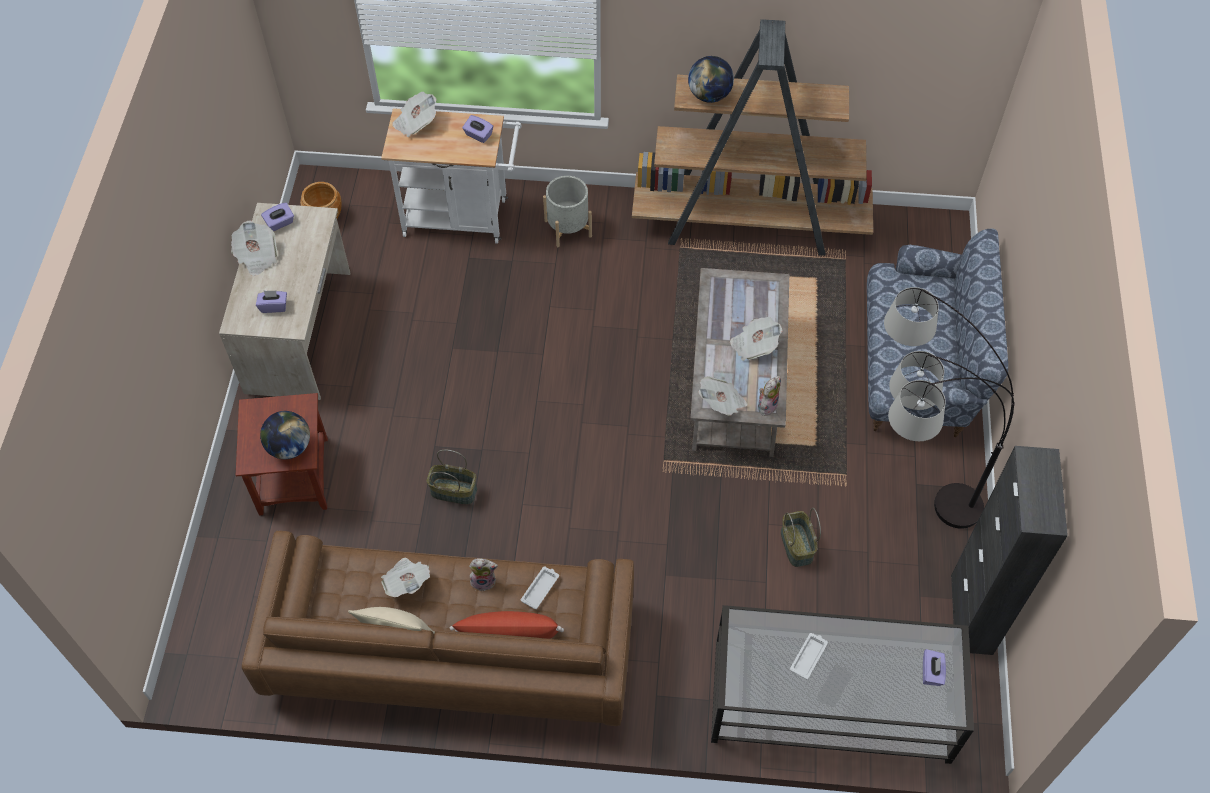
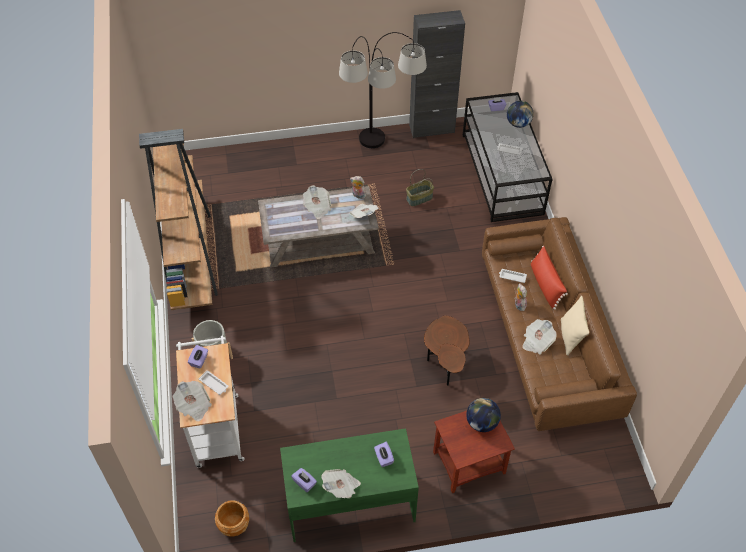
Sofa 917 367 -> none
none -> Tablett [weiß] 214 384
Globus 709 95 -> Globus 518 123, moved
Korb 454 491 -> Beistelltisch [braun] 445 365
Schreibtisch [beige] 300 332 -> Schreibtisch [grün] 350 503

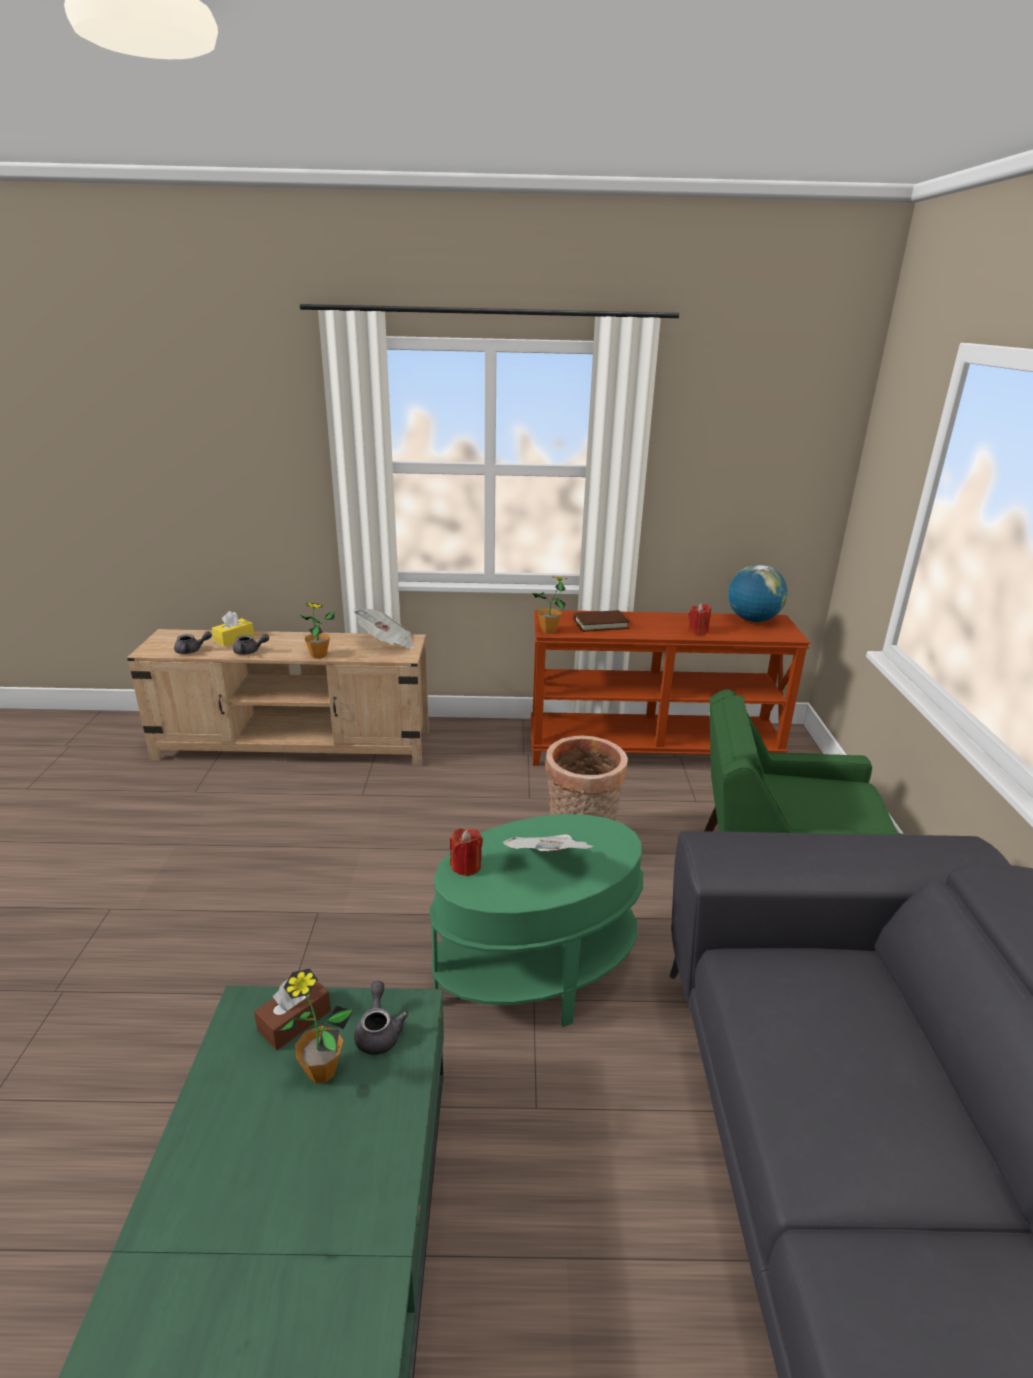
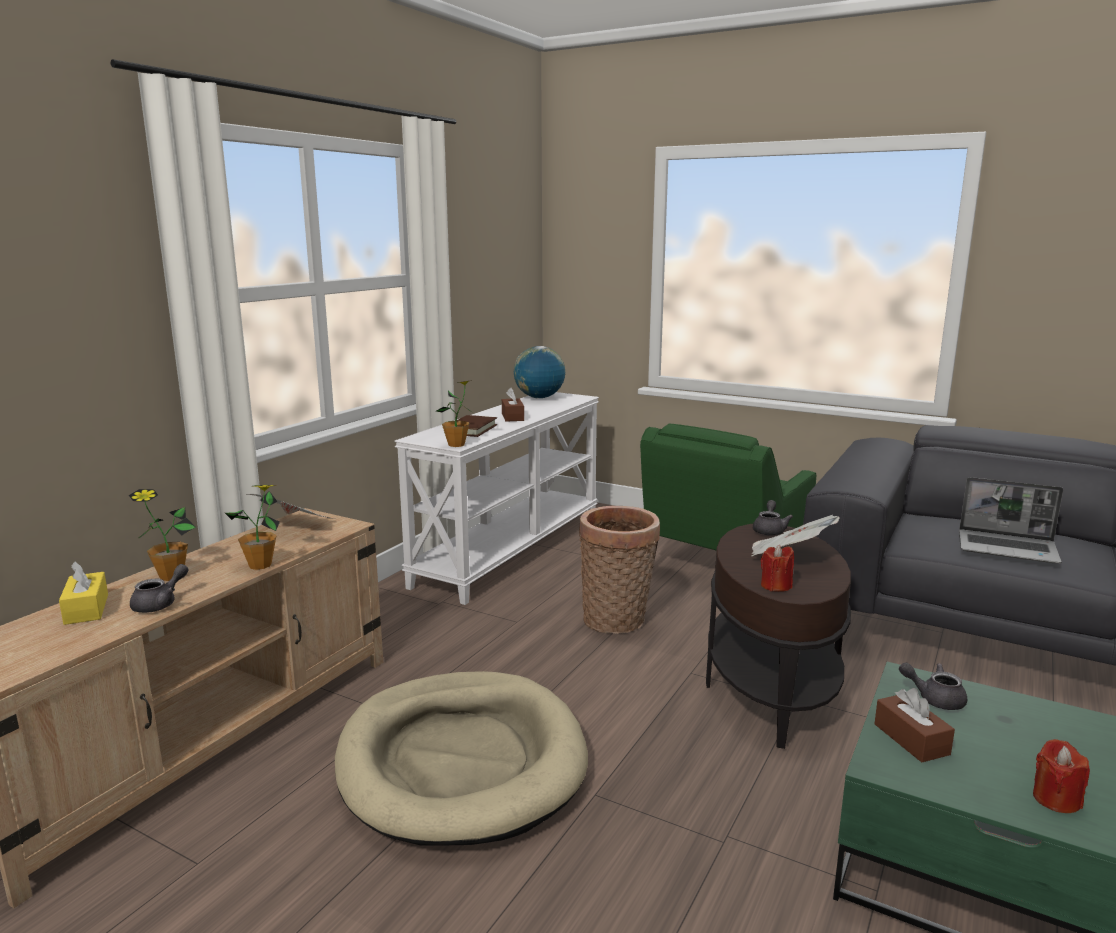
none -> Hundebett [beige] 461 761
none -> Taschentuchbox [braun] 512 417
none -> Laptop 1008 548
Teekanne [grau] 192 651 -> Teekanne [grau] 769 530, moved
Topfpflanze 322 1071 -> Topfpflanze 171 576, moved
Kerze [rot] 697 631 -> Kerze [rot] 1056 799, moved
Beistelltisch [grün] 536 975 -> Beistelltisch [braun] 770 688
Konsolentisch [braun] 652 750 -> Konsolentisch [weiß] 509 549

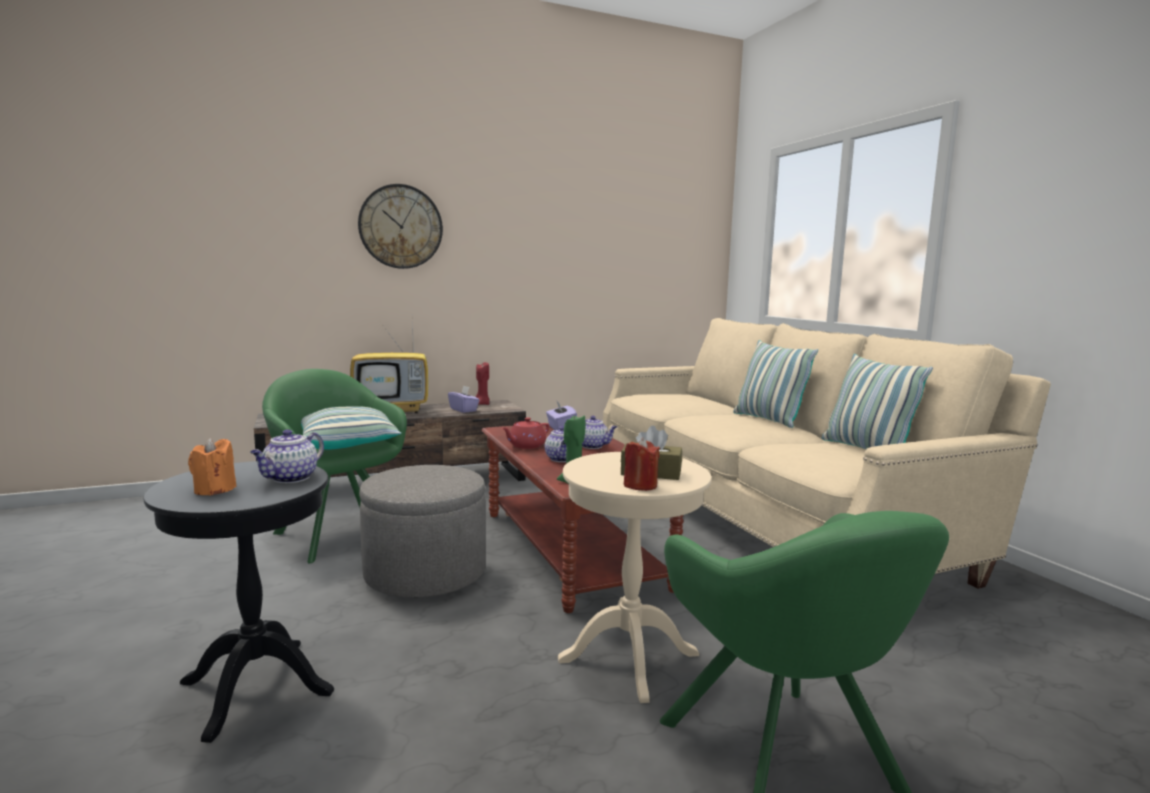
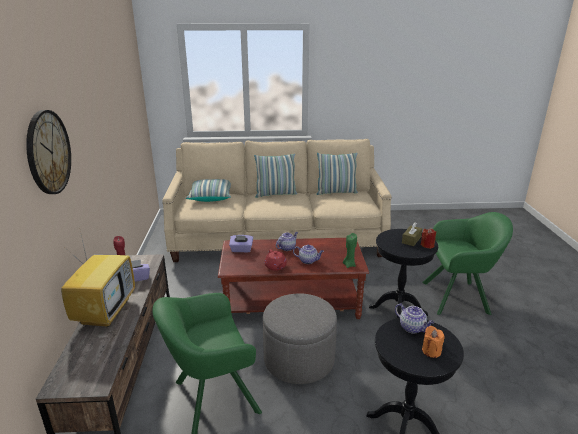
Kissen 349 444 -> Kissen 210 197, moved
Beistelltisch [beige] 628 657 -> Beistelltisch [schwarz] 398 311

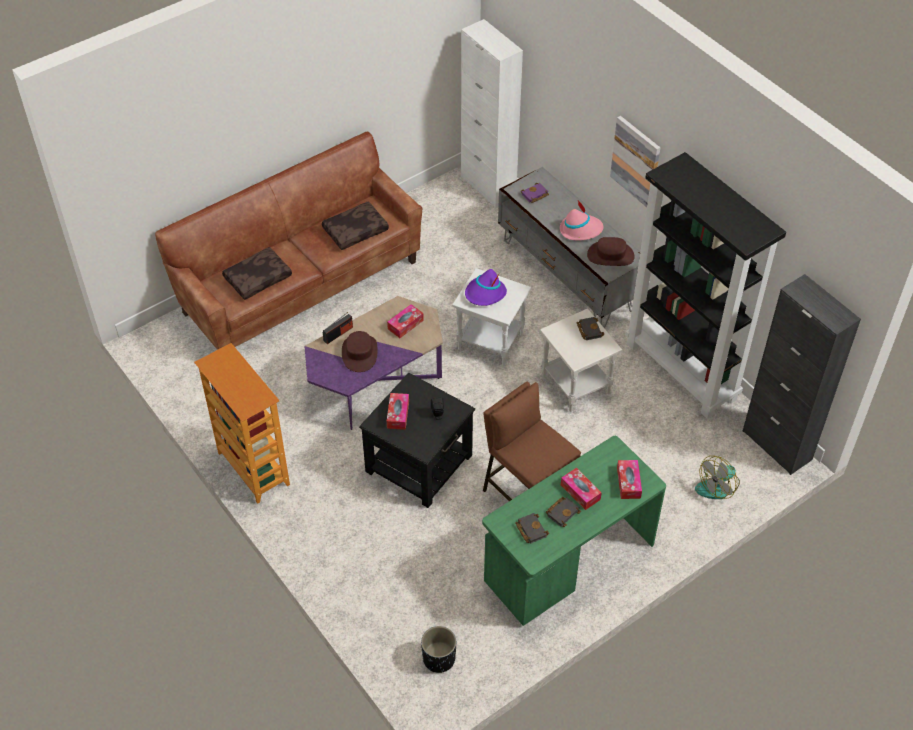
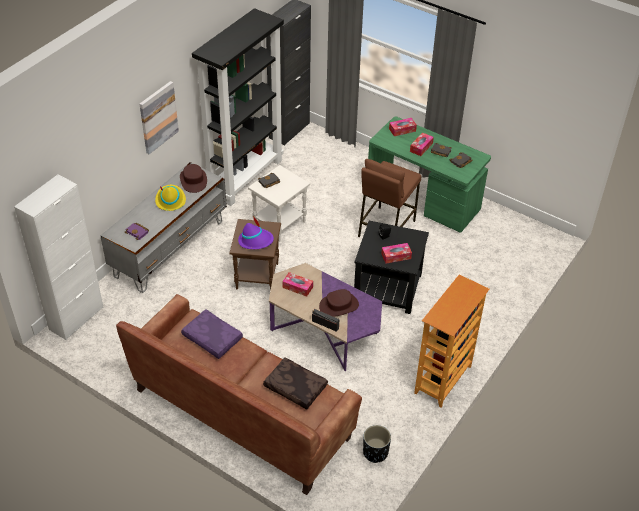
Ventilator 718 486 -> none
Pflanzkübel [schwarz] 439 659 -> Pflanzkübel [schwarz] 375 452, moved
Kissen [braun] 355 230 -> Kissen [lila] 211 338
Beistelltisch [weiß] 491 341 -> Beistelltisch [braun] 256 276
Hut [rosa] 580 230 -> Hut [gelb] 170 200

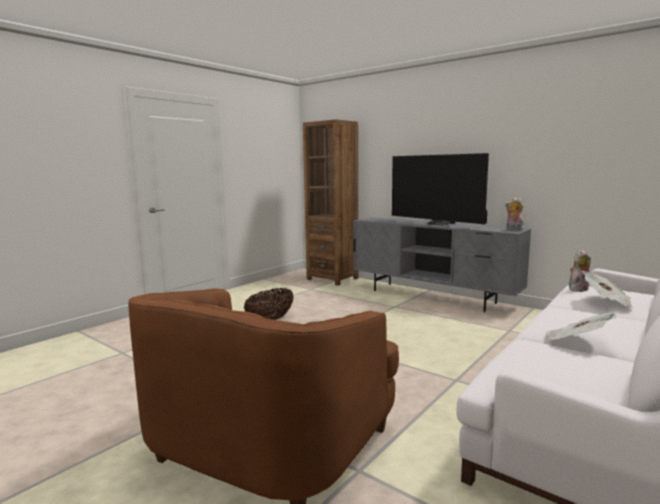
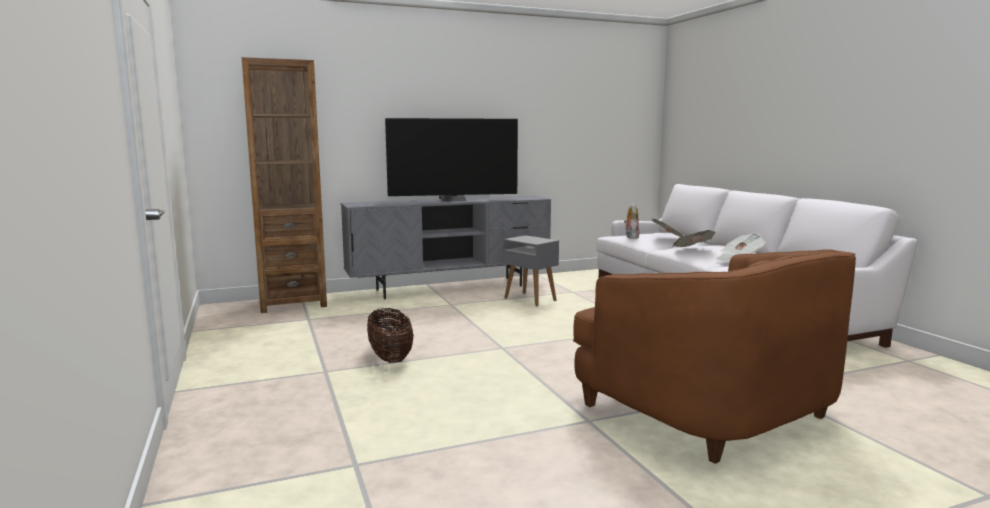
Plüschtier 513 229 -> none
none -> Beistelltisch [grau] 529 299
none -> Zeitung 692 250

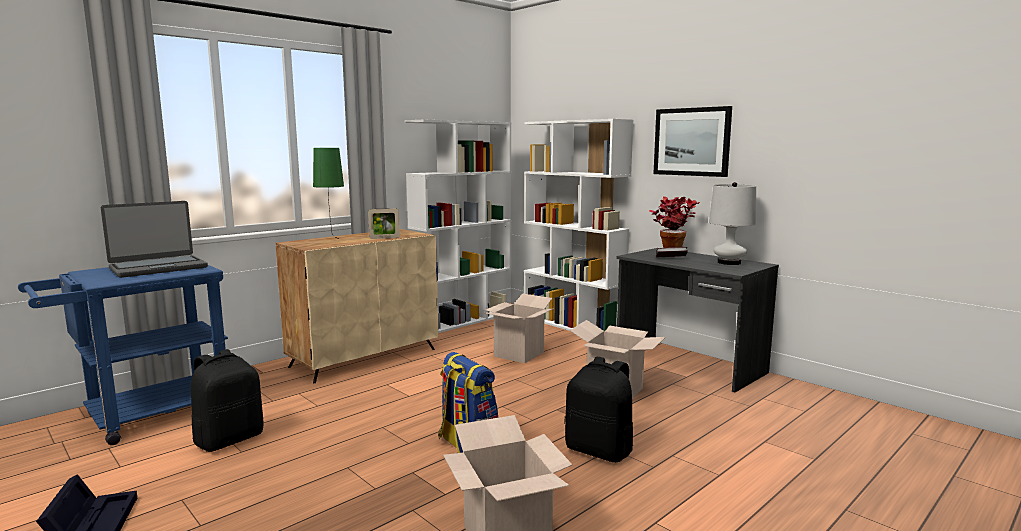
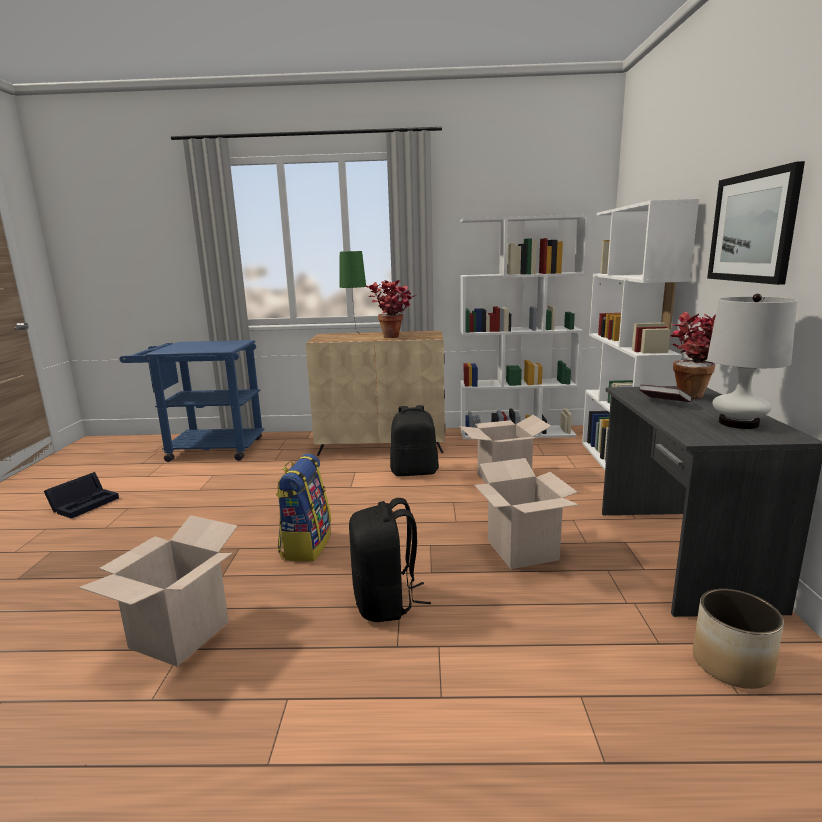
Laptop 158 268 -> none
none -> Pflanzkübel 732 664
Rucksack [schwarz] 229 439 -> Rucksack [schwarz] 414 472, moved
Bilderrahmen 384 238 -> Topfpflanze 393 338

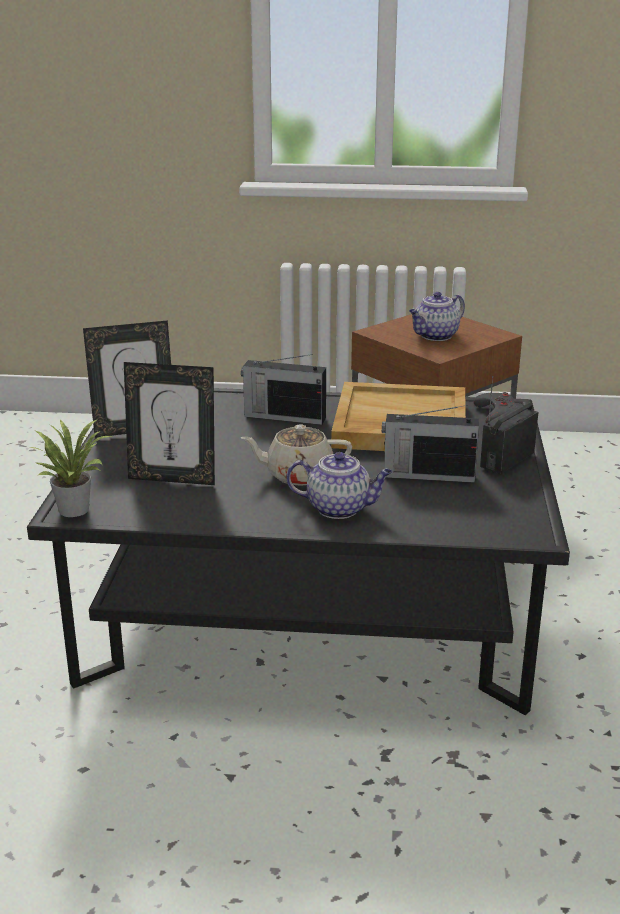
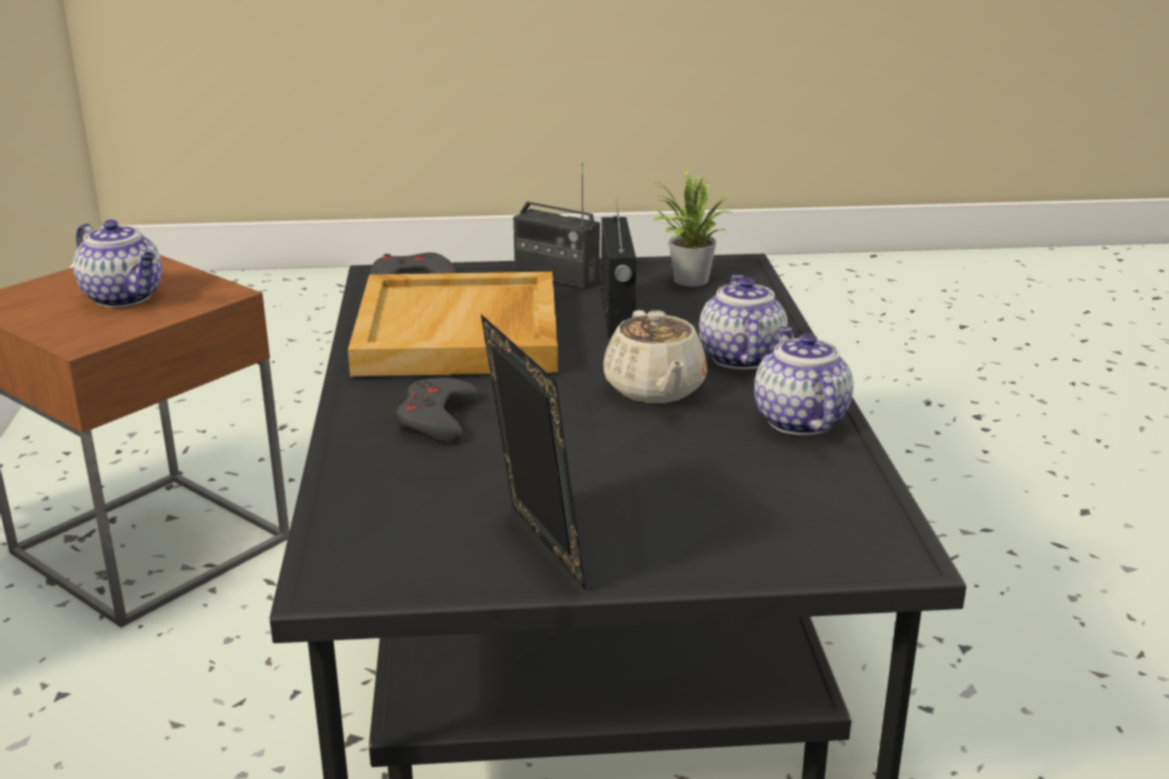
Bilderrahmen 173 478 -> none
none -> Teekanne 798 420
Topfpflanze 74 508 -> Topfpflanze 686 280, moved
Radio 283 417 -> Gamepad [grau] 437 419

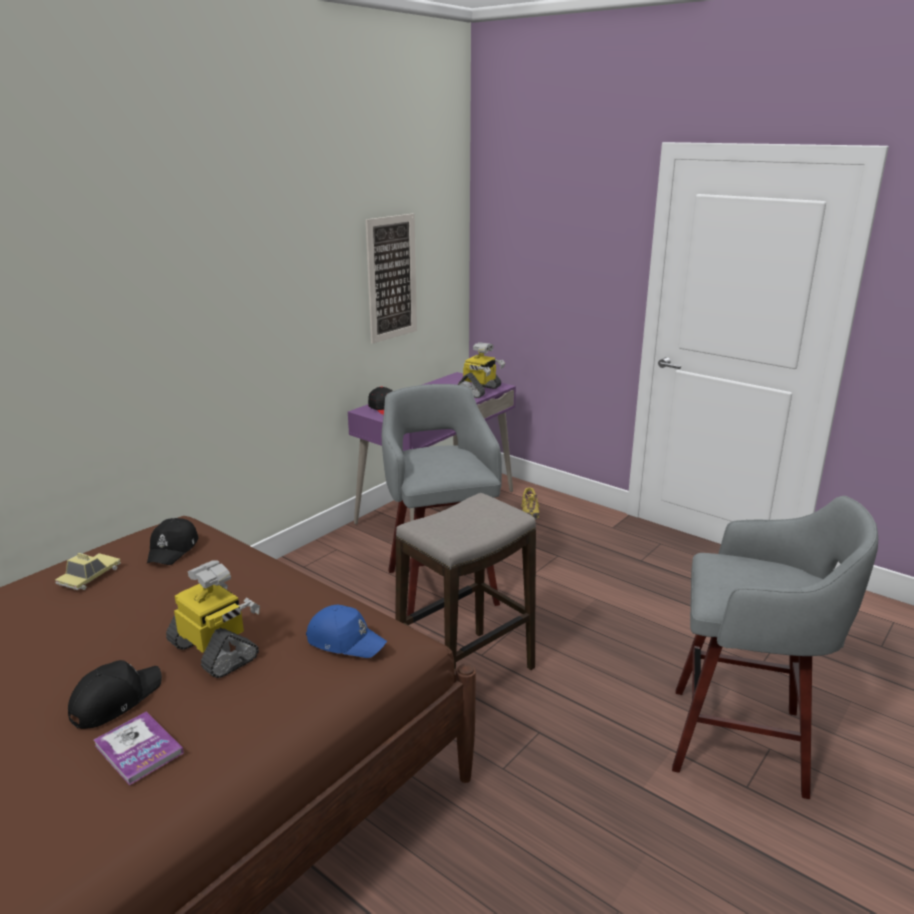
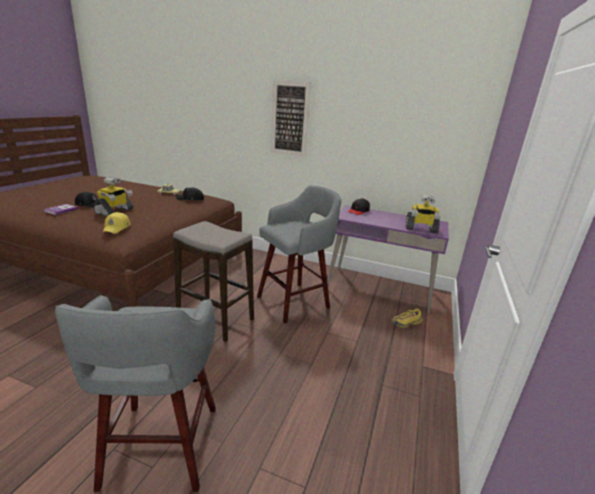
Bild 391 278 -> Bild 289 119, moved
Kappe [blau] 345 640 -> Kappe [gelb] 117 228

